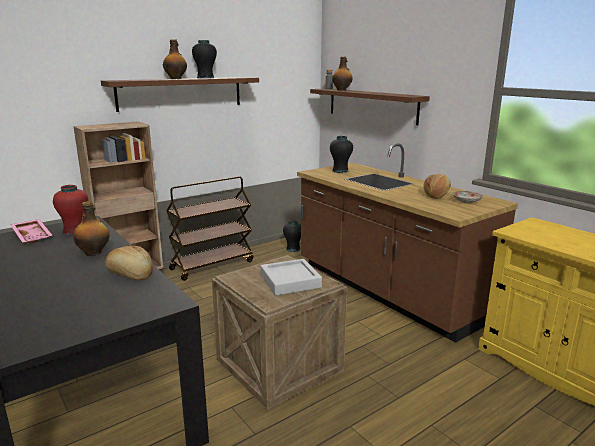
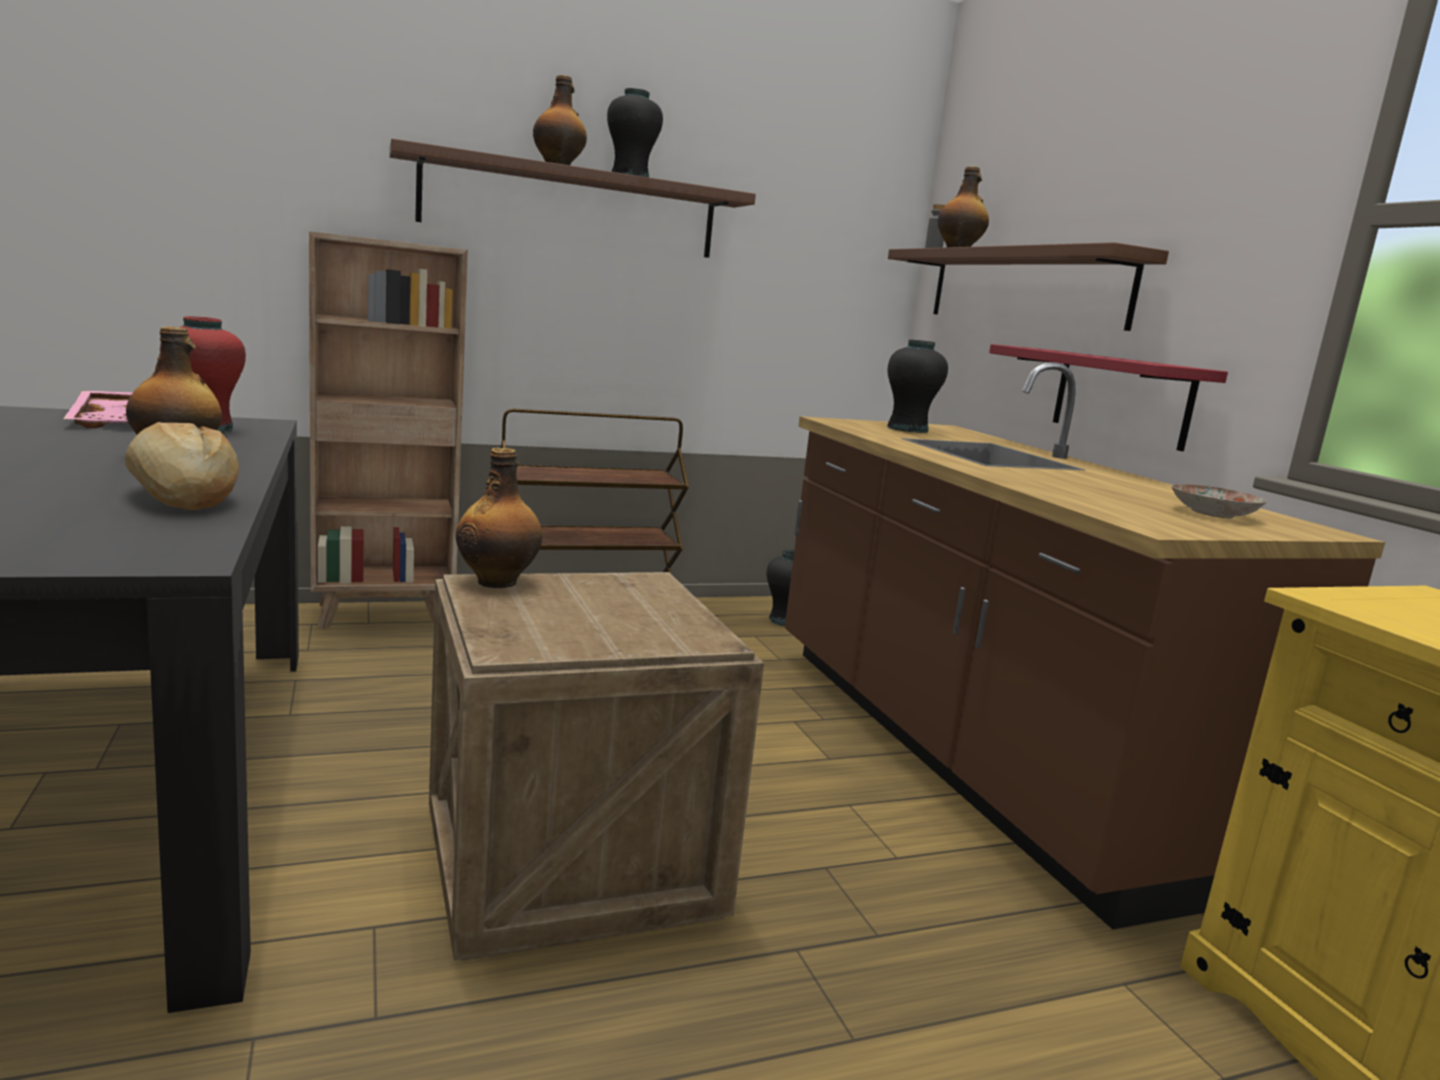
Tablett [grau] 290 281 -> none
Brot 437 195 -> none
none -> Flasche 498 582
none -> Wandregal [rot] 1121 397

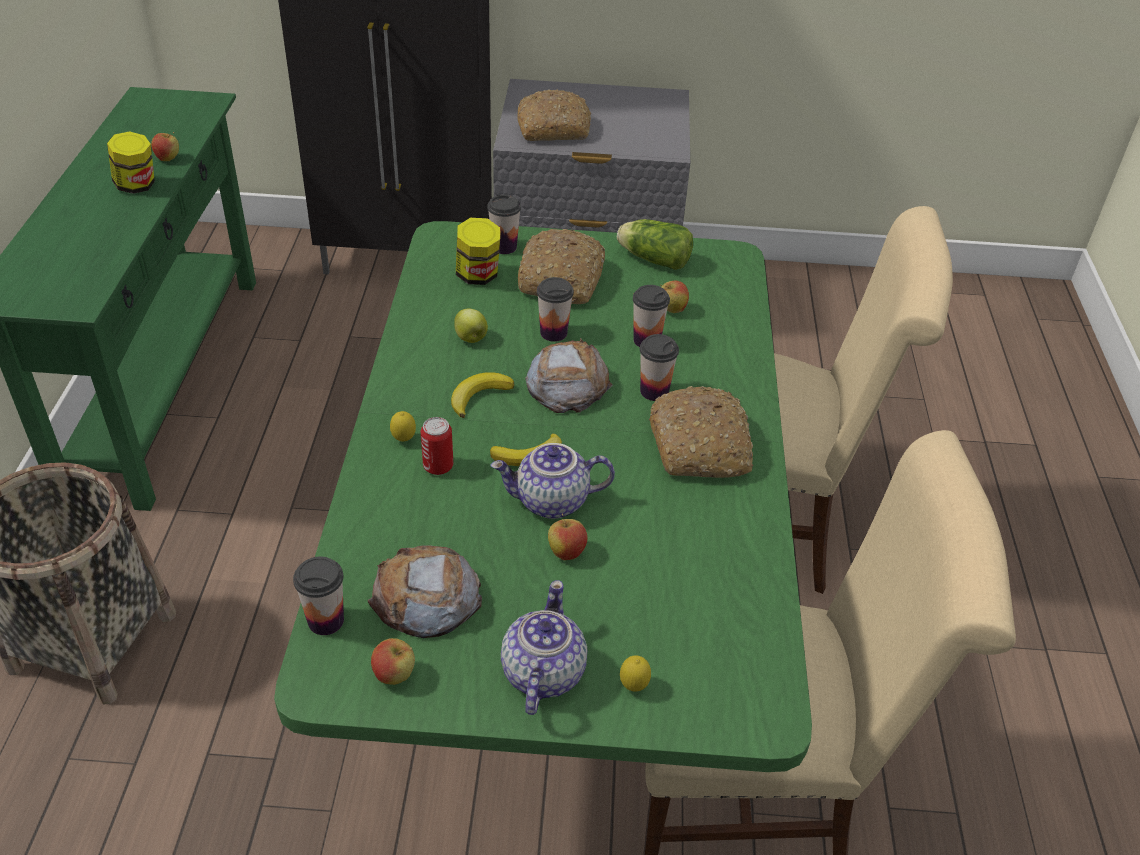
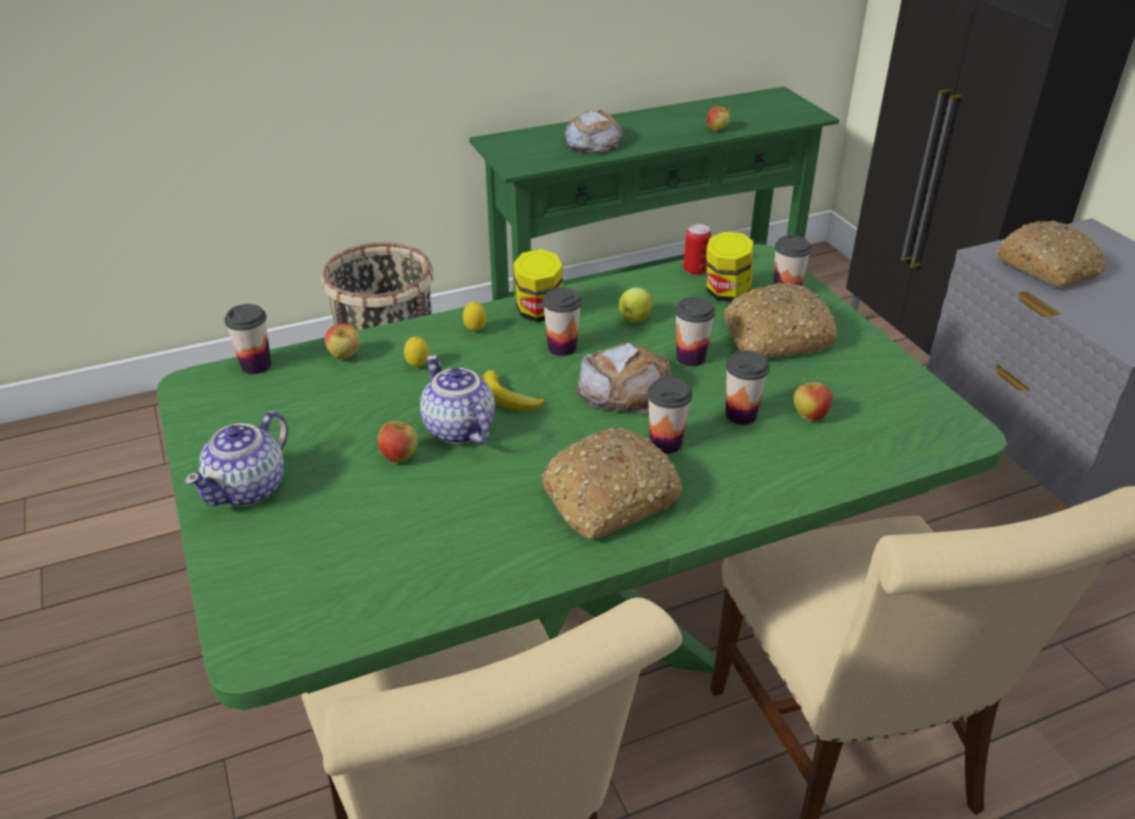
Salatkopf 652 259 -> none
Vorratsglas 137 186 -> Vorratsglas 539 312, moved
Brot 425 598 -> Brot 592 142, moved
Apfel 394 676 -> Apfel 345 357, moved
Dose 438 466 -> Dose 695 270, moved
Zitrone 633 686 -> Zitrone 418 366, moved
Banane 479 396 -> Tasse 562 347
Teekanne 542 674 -> Teekanne 249 488, 135 degrees clockwise

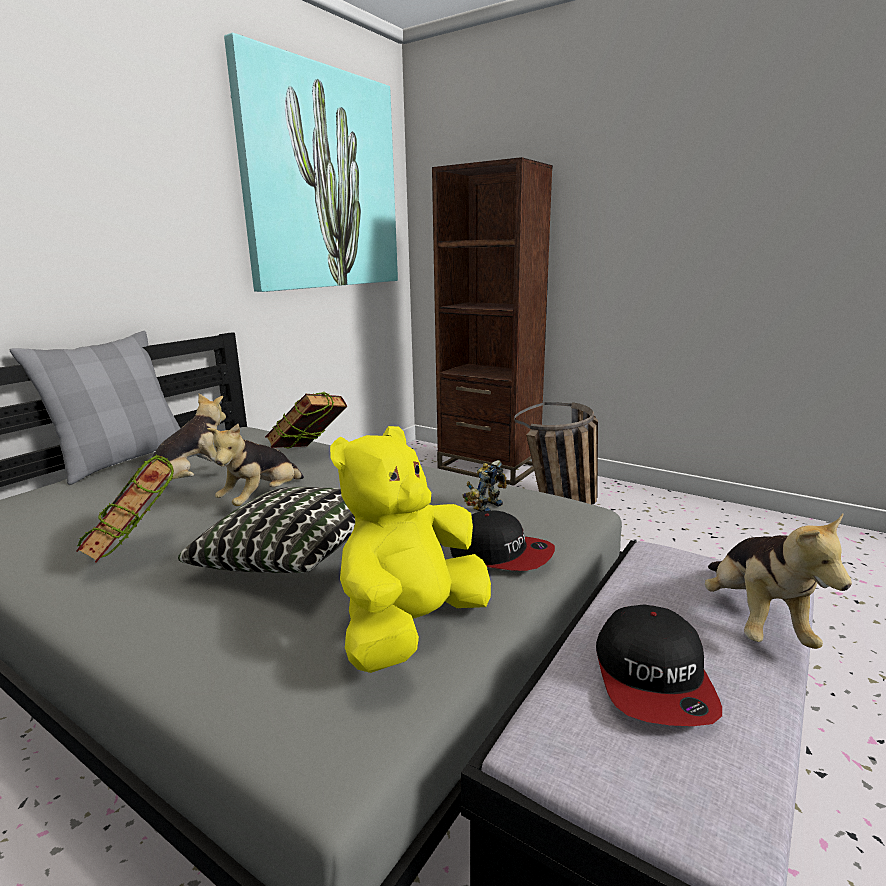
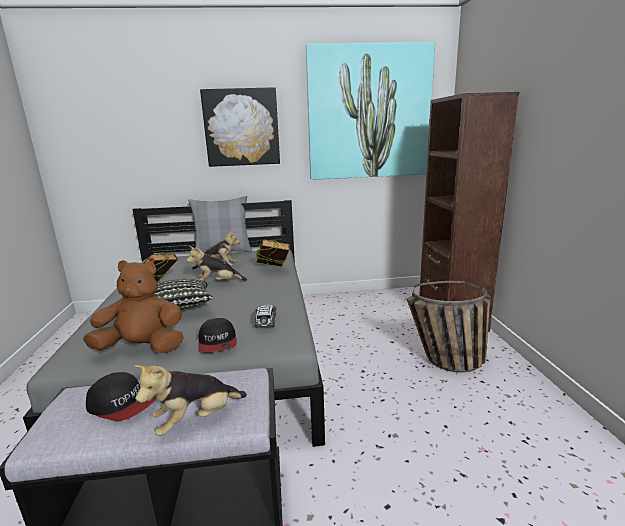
none -> Bild 241 127
Spielzeugroboter 485 506 -> Spielzeugauto 266 321
Plüschtier [gelb] 411 627 -> Plüschtier [braun] 143 348
Kappe 653 679 -> Kappe 123 404, 120 degrees counterclockwise

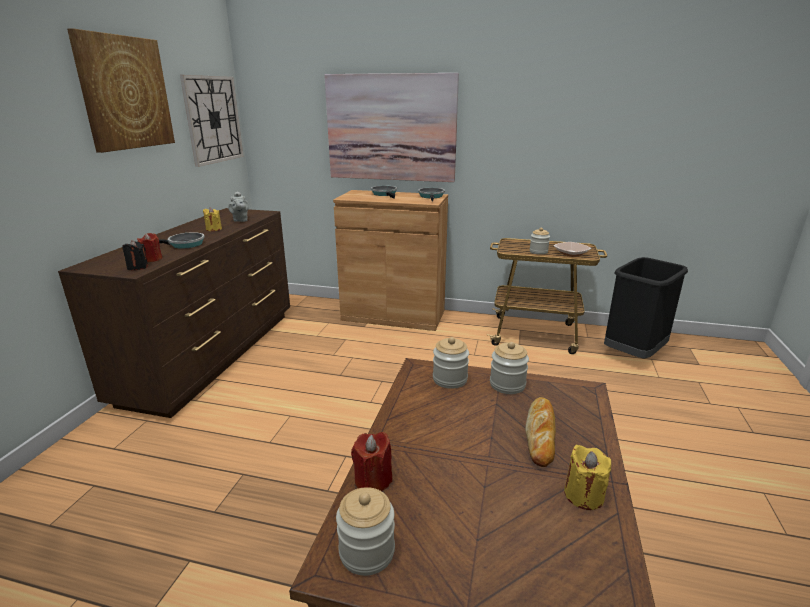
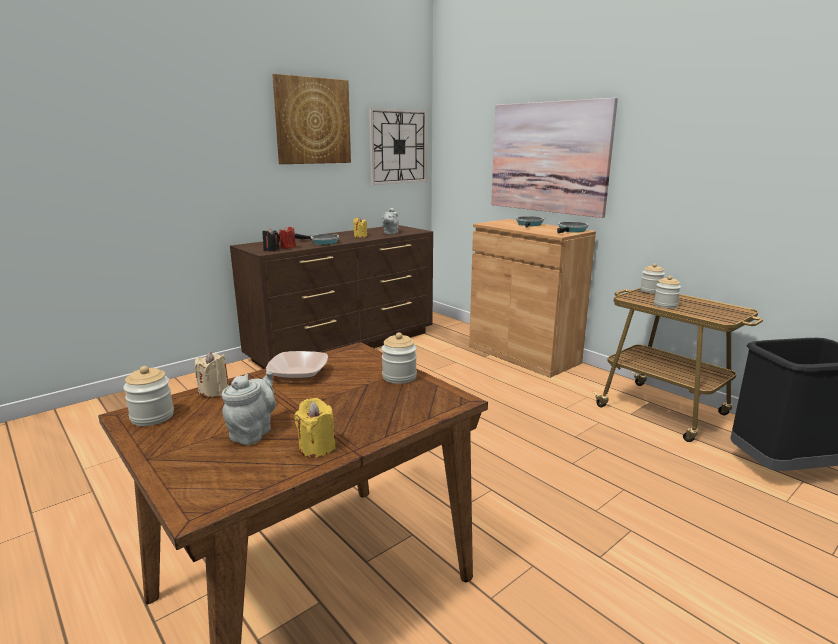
Brot 541 434 -> none
none -> Teekanne [grau] 253 432
Vorratsglas 450 379 -> Vorratsglas 651 291, moved
Schüssel 571 253 -> Schüssel 298 374, moved
Kerze [rot] 373 480 -> Kerze [beige] 214 391

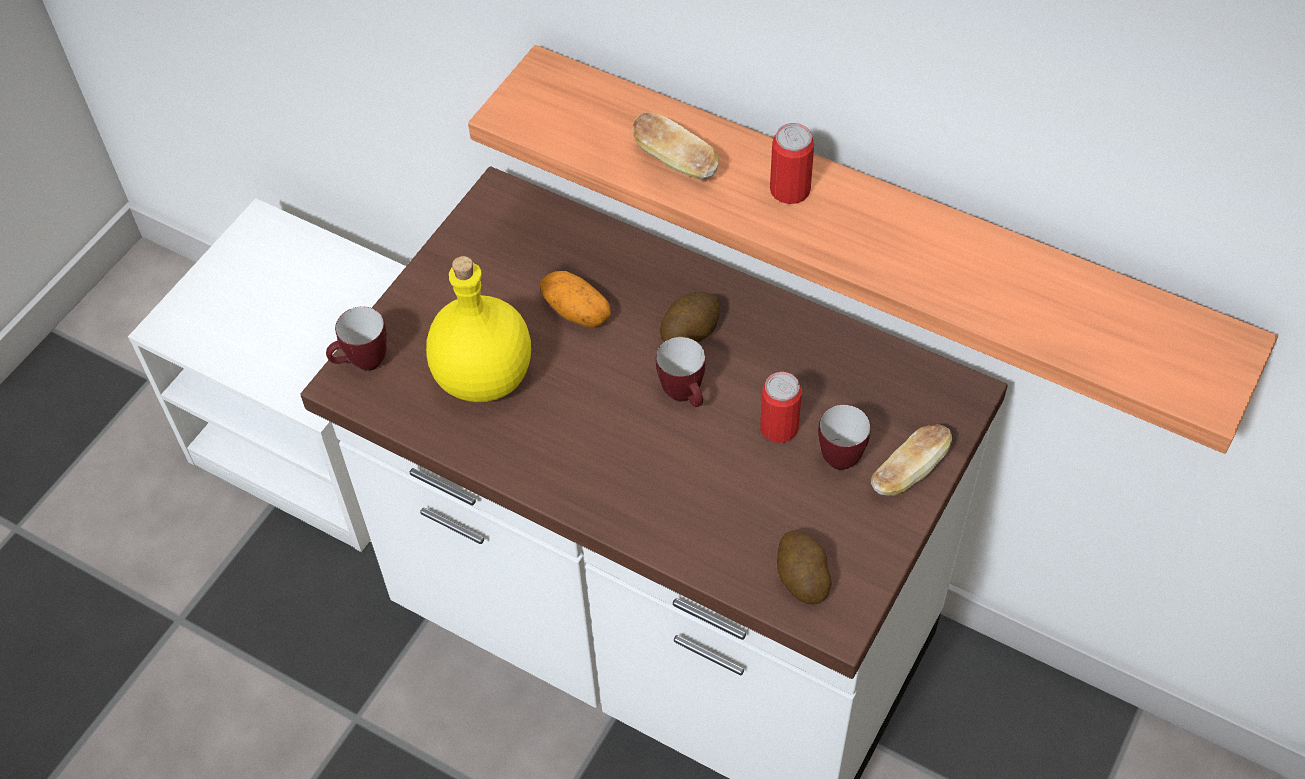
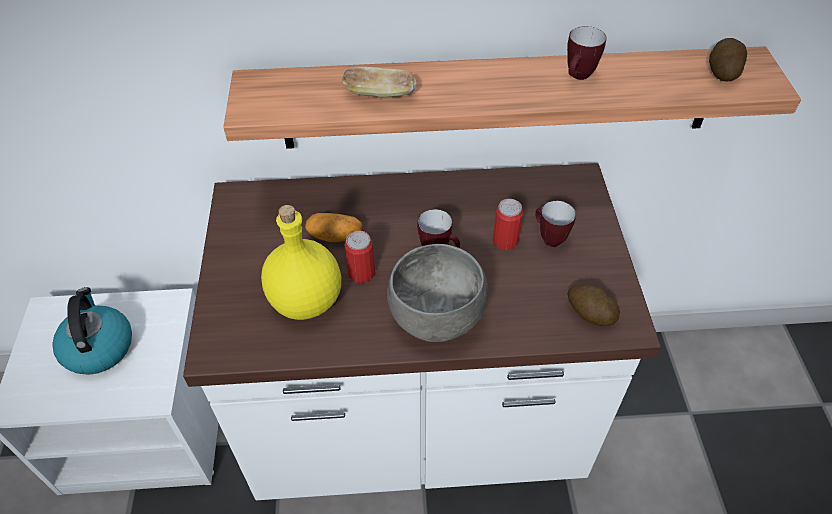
Brot 909 471 -> none
none -> Wasserkessel 98 347
none -> Schüssel [grau] 436 316
Henkelbecher 362 364 -> Henkelbecher 578 77, moved
Kartoffel 690 331 -> Kartoffel 722 72, moved
Dose 790 190 -> Dose 361 273, moved

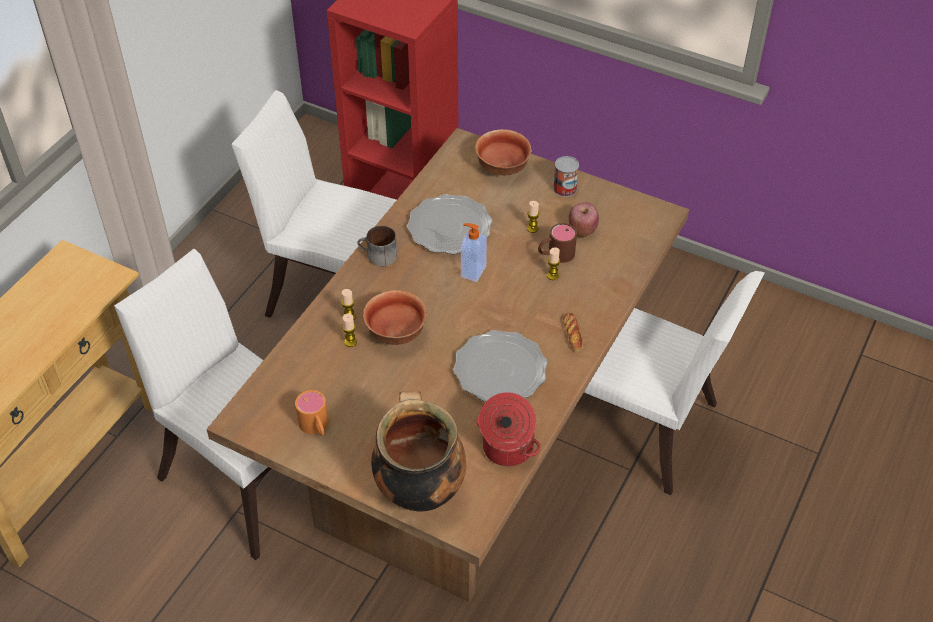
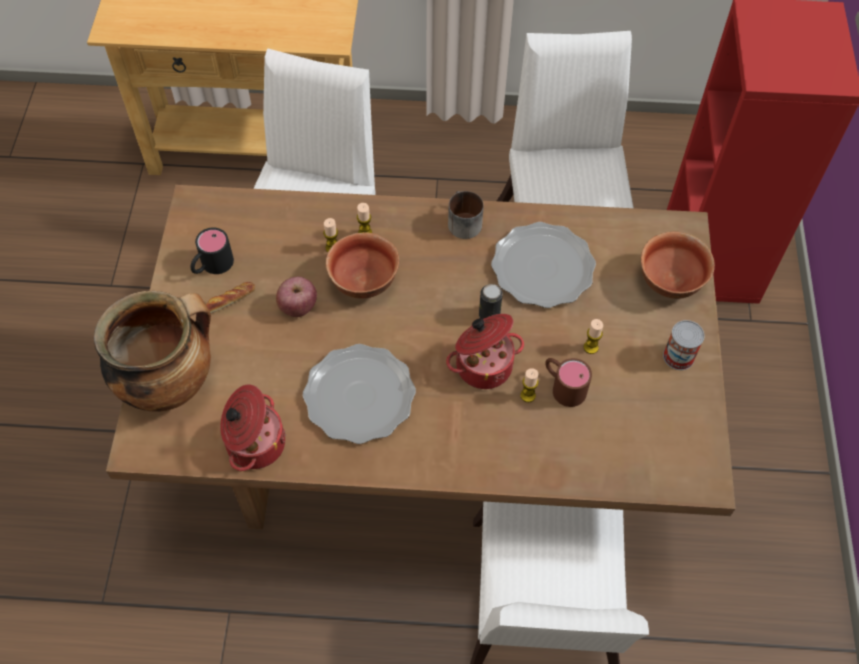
none -> Kochtopf 483 364
Brot 573 334 -> Brot 230 300, moved
Apfel 582 230 -> Apfel 298 307, moved
Seifenspender 472 271 -> Dose 489 314
Henkelbecher [orange] 316 427 -> Henkelbecher [schwarz] 212 266

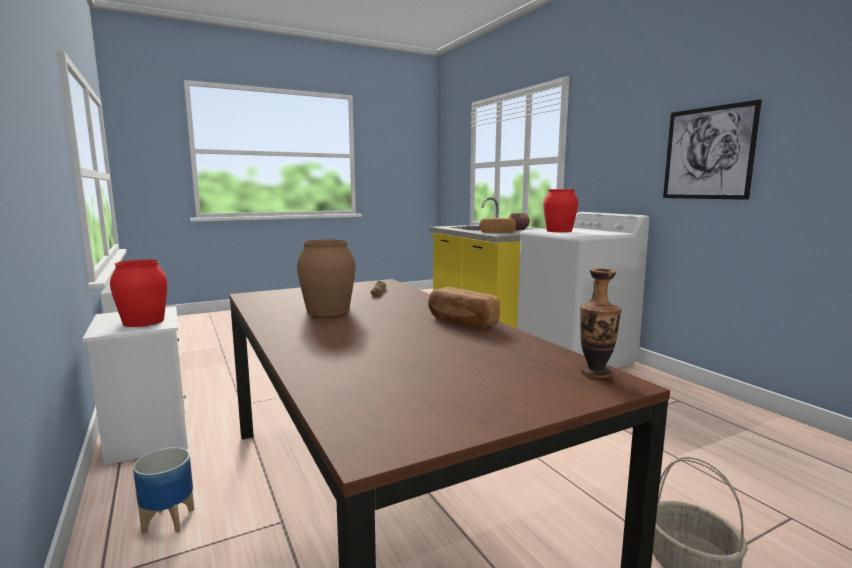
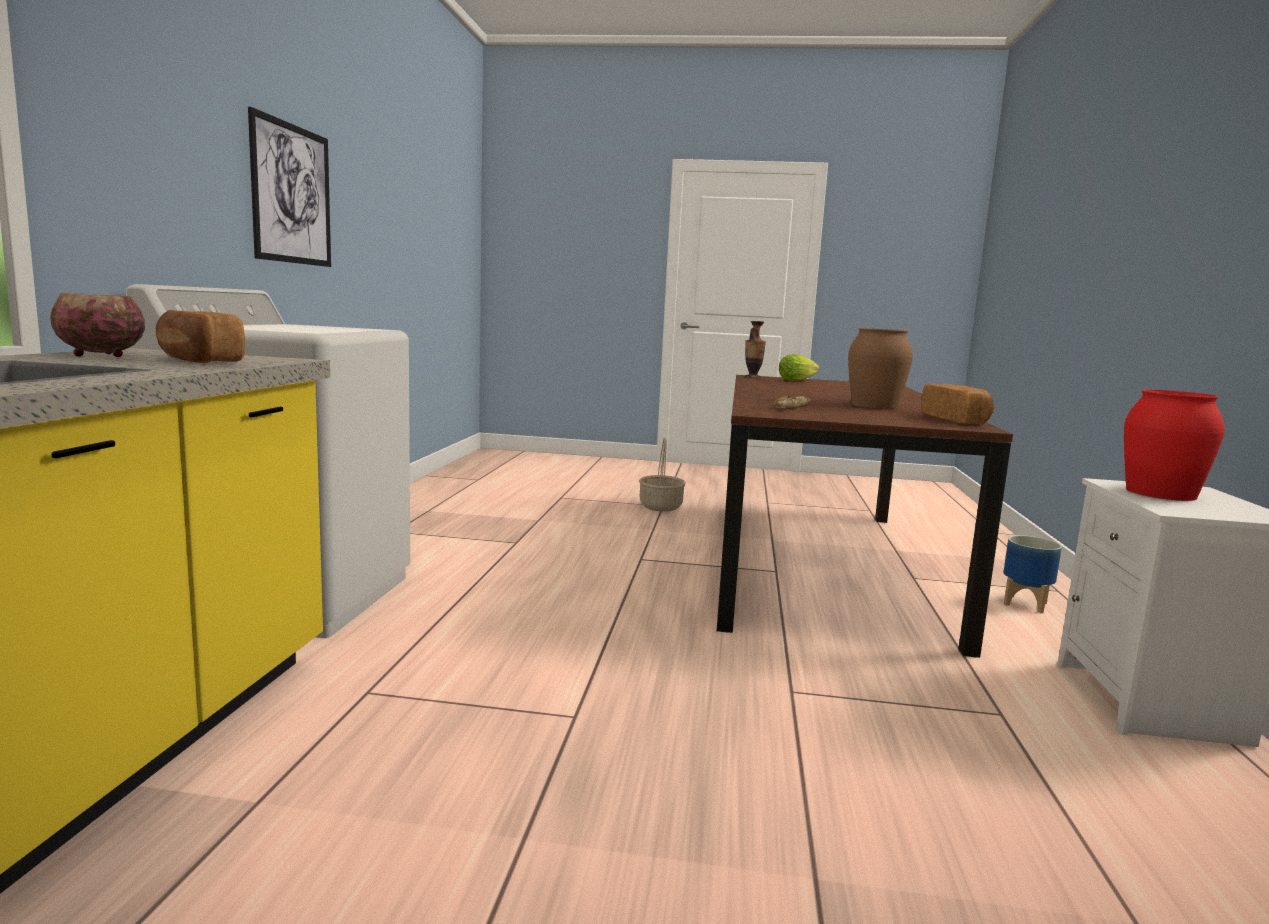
Vase [rot] 559 231 -> none
none -> Salatkopf 798 380
Brot 461 322 -> Brot 955 420, moved

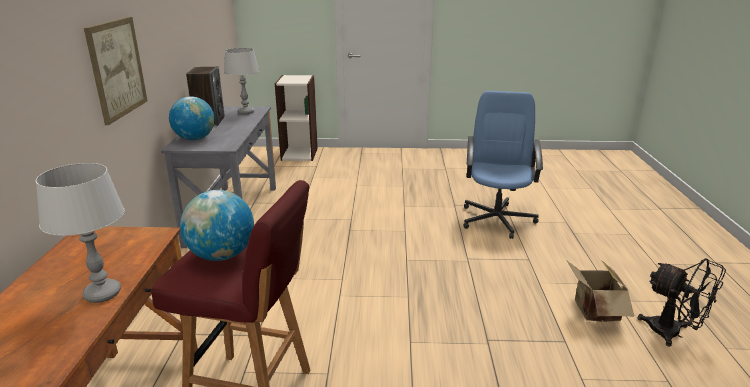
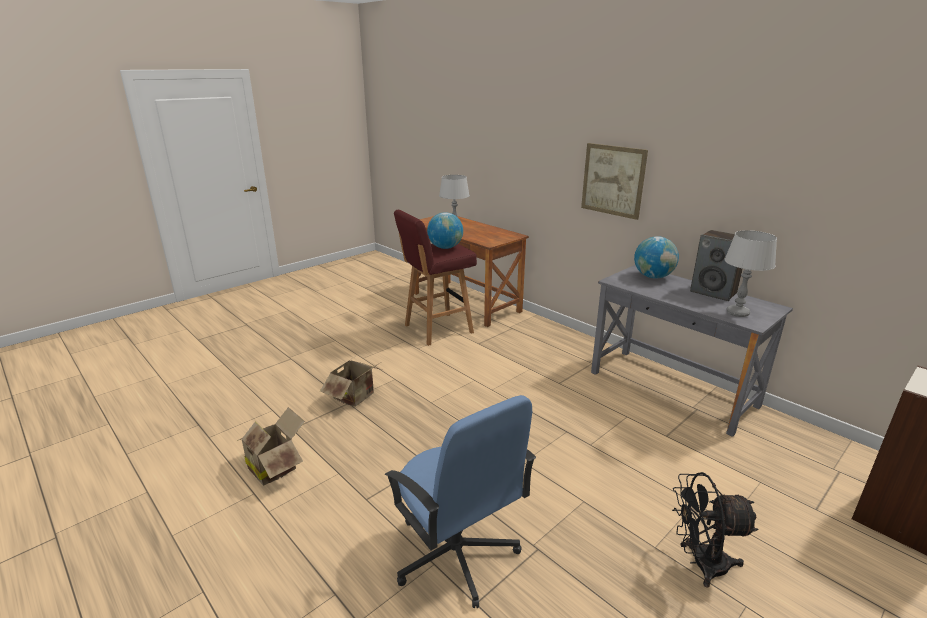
none -> Karton 357 397
Ventilator [schwarz] 672 334 -> Ventilator [schwarz] 700 563, moved

